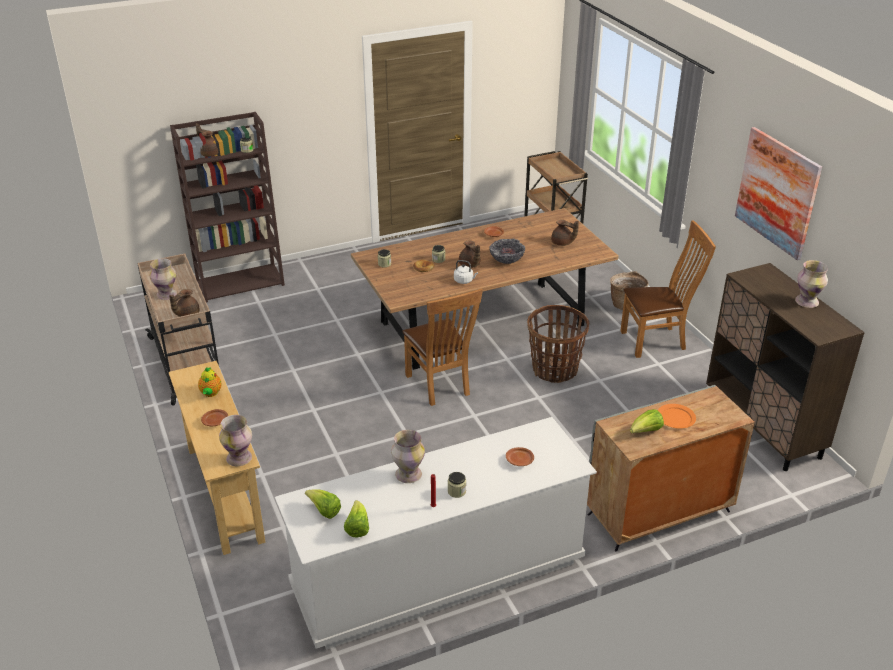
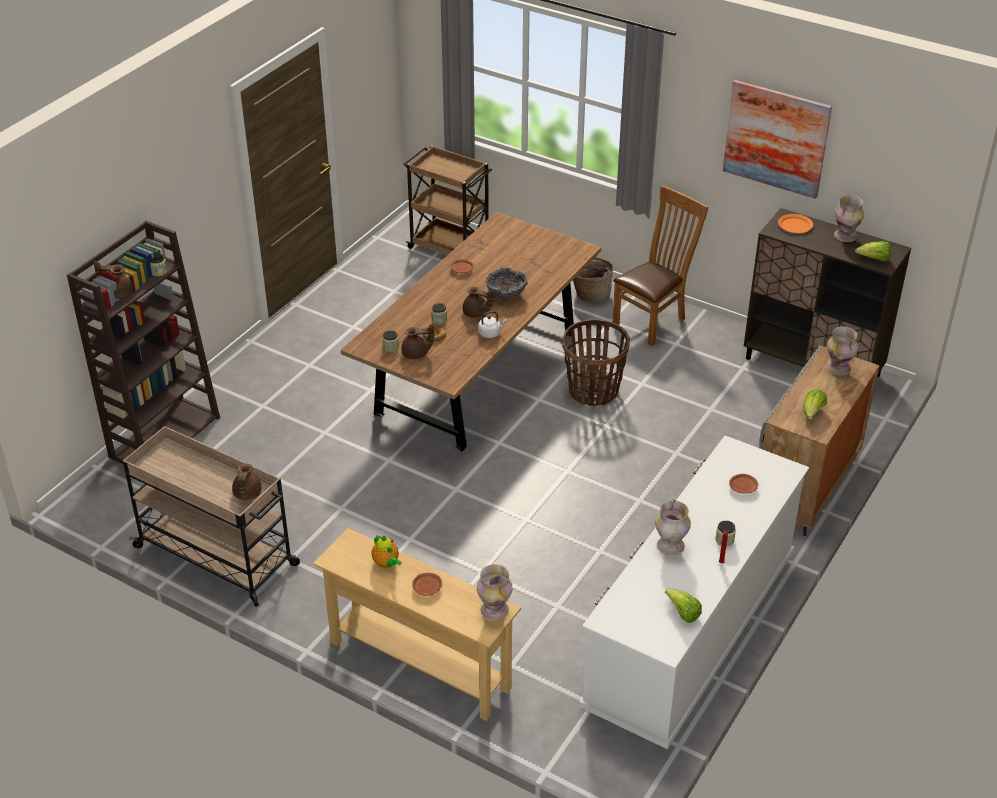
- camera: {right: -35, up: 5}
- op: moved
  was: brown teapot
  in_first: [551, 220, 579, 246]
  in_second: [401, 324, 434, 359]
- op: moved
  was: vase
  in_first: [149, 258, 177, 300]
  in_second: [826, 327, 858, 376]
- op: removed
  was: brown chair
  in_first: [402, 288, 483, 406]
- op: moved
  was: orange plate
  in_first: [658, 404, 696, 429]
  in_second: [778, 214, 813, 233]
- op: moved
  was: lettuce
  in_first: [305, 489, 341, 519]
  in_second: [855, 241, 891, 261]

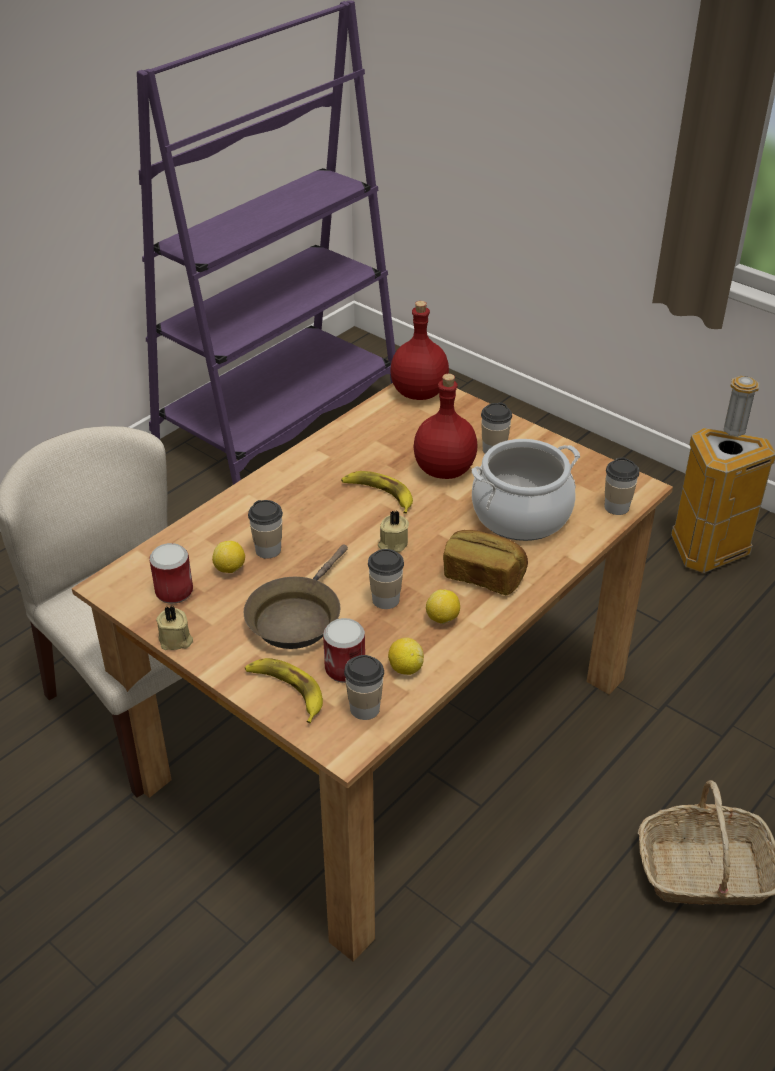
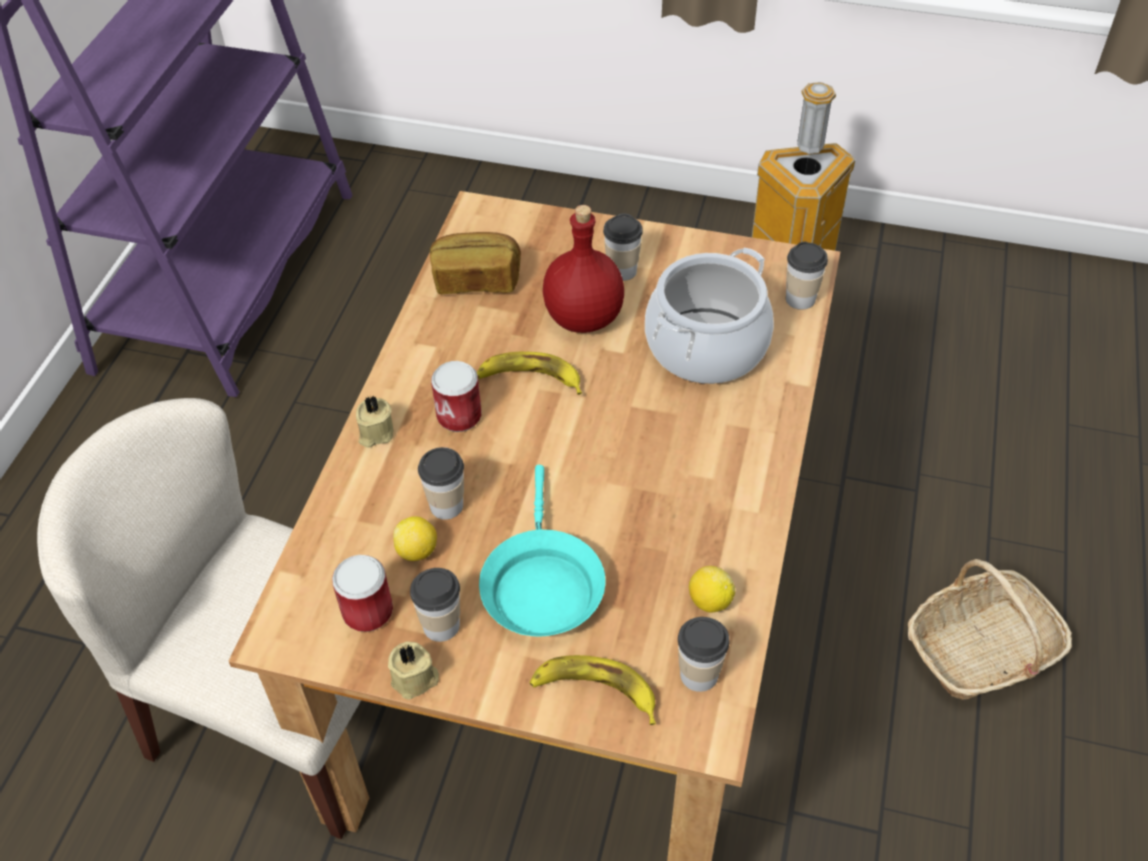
- camera: {right: -25, up: 10}
- op: removed
  was: red bottle
  in_first: [390, 301, 449, 400]
- op: moved
  was: beige candle
  in_first: [378, 511, 409, 552]
  in_second: [356, 395, 394, 448]
- op: moved
  was: bread
  in_first: [443, 530, 528, 595]
  in_second: [430, 232, 521, 294]
- op: recoloured
  was: brown frying pan
  now: turquoise frying pan
  in_first: [244, 544, 348, 649]
  in_second: [479, 465, 605, 637]
- op: moved
  was: cup
  in_first: [368, 549, 404, 609]
  in_second: [410, 568, 460, 642]
- op: removed
  was: lemon
  in_first: [426, 589, 460, 624]
- op: moved
  was: can
  in_first: [323, 618, 365, 683]
  in_second: [431, 361, 482, 432]

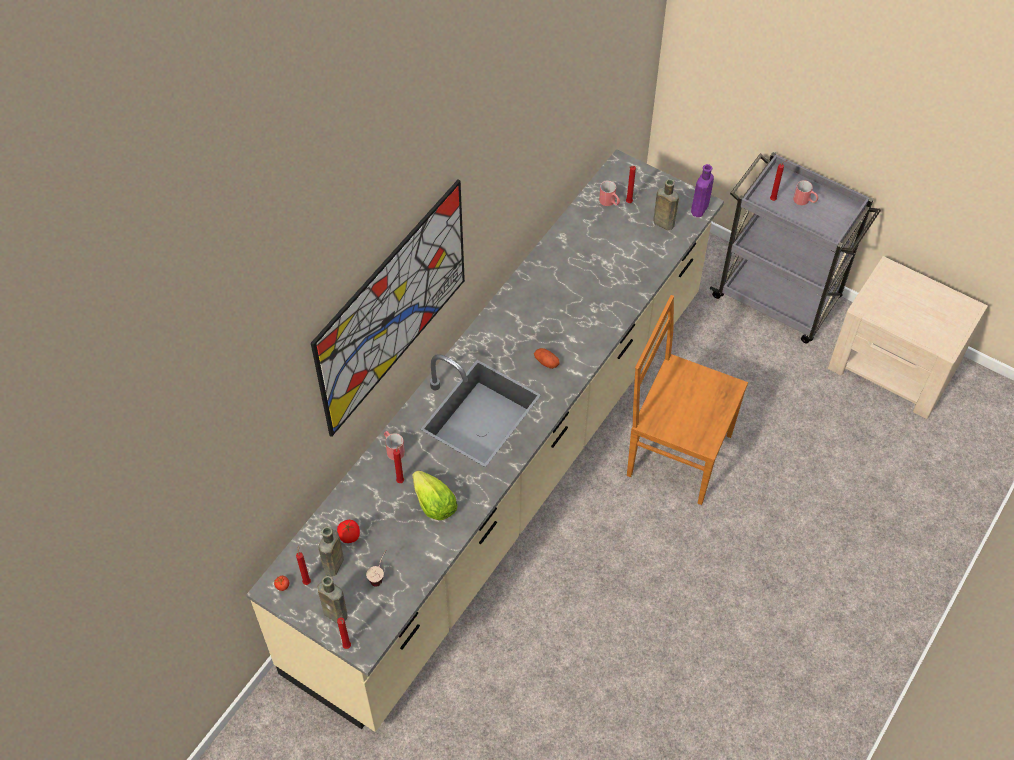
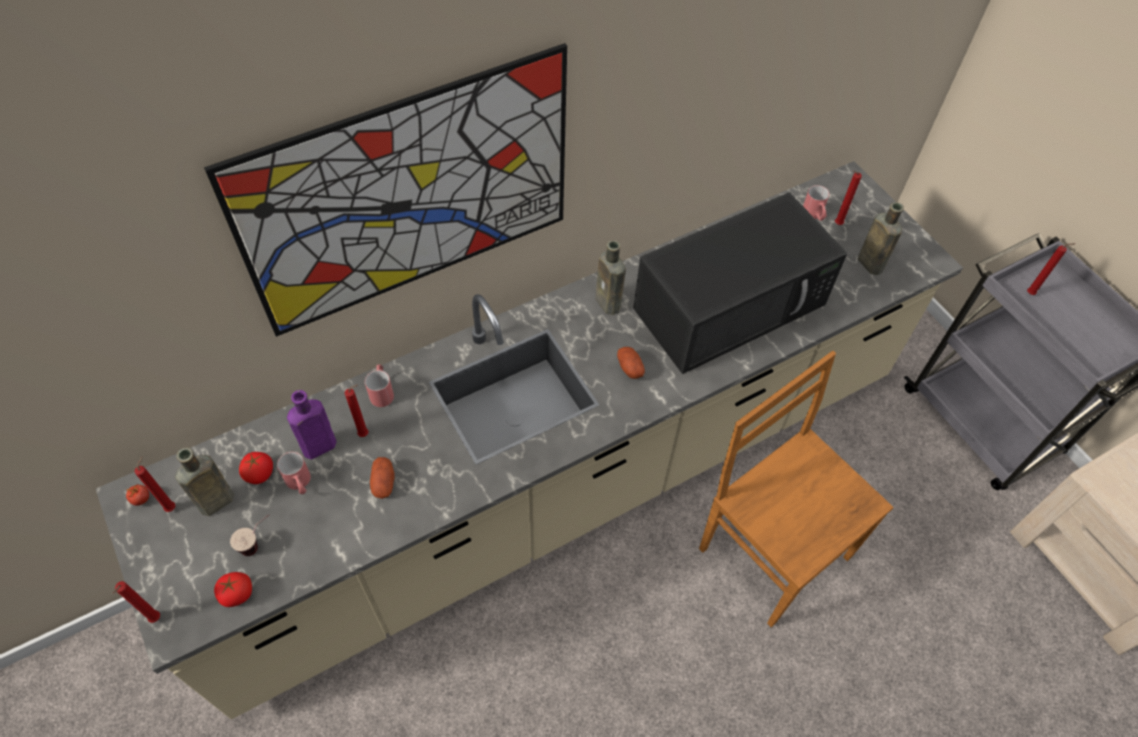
- camera: {right: 25, up: 0}
- op: moved
  was: purple bottle
  in_first: [691, 164, 714, 217]
  in_second: [287, 390, 337, 459]
- op: moved
  was: red mug
  in_first: [793, 180, 819, 205]
  in_second: [277, 452, 311, 494]
- op: replaced
  was: lettuce
  now: potato
  in_first: [413, 471, 458, 520]
  in_second: [370, 457, 395, 499]
- op: moved
  was: brown bottle
  in_first: [317, 576, 348, 623]
  in_second: [596, 240, 626, 315]
- op: added
  now: black microwave
  in_second: [633, 192, 847, 374]
- op: added
  now: tomato
  in_second: [214, 572, 252, 607]

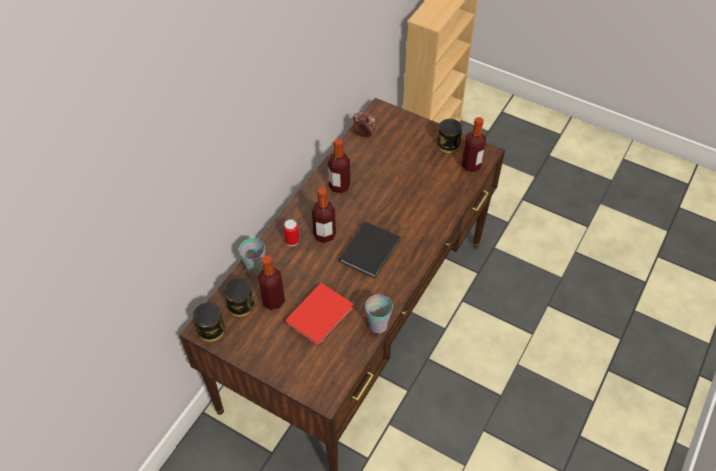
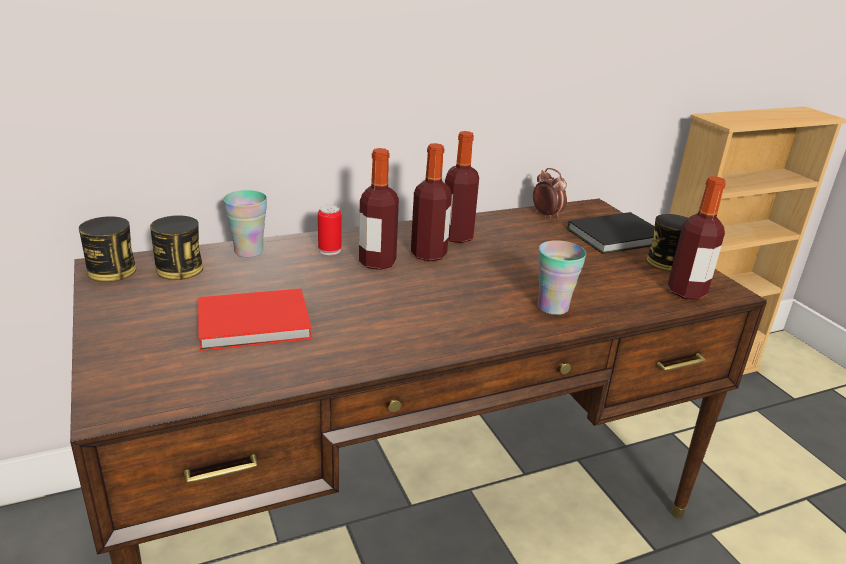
- camera: {right: 35, up: -25}
- op: moved
  was: black book
  in_first: [339, 221, 400, 279]
  in_second: [567, 212, 655, 254]
- op: moved
  was: bottle
  in_first: [258, 255, 285, 310]
  in_second: [411, 143, 452, 261]
- op: moved
  was: cup
  in_first: [365, 294, 393, 333]
  in_second: [538, 240, 586, 315]

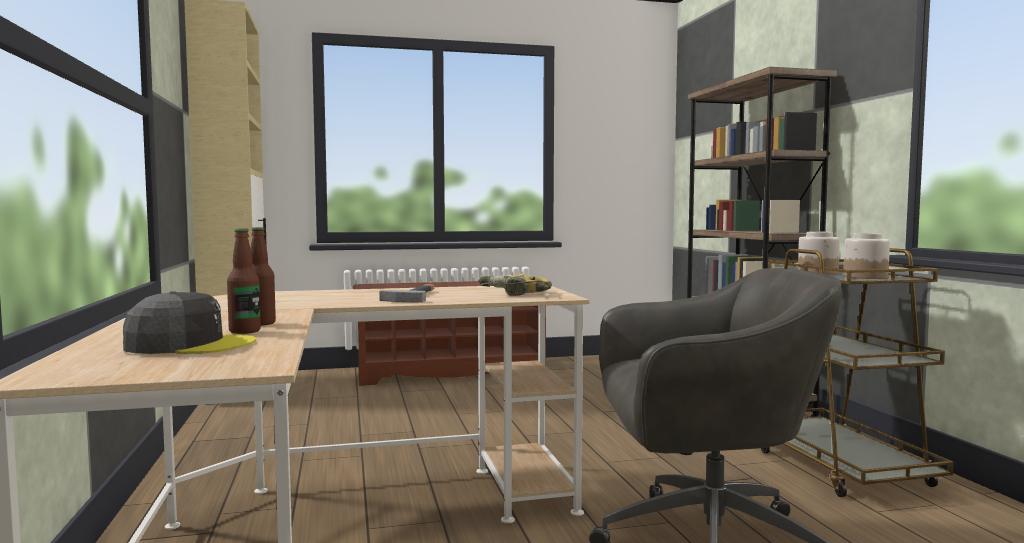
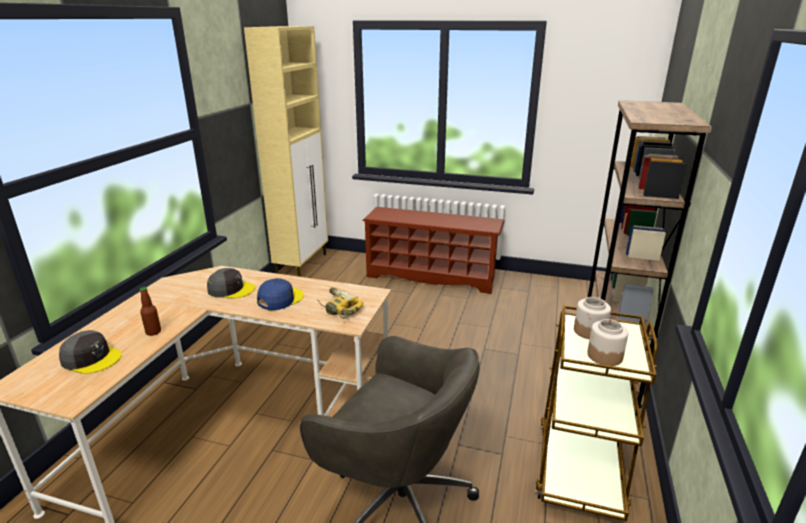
- camera: {right: 30, up: 20}
- op: removed
  was: bottle
  in_first: [227, 228, 261, 334]
- op: replaced
  was: hammer
  now: blue cap
  in_first: [379, 284, 434, 303]
  in_second: [257, 278, 304, 310]
- op: added
  now: grey cap
  in_second: [207, 268, 255, 298]

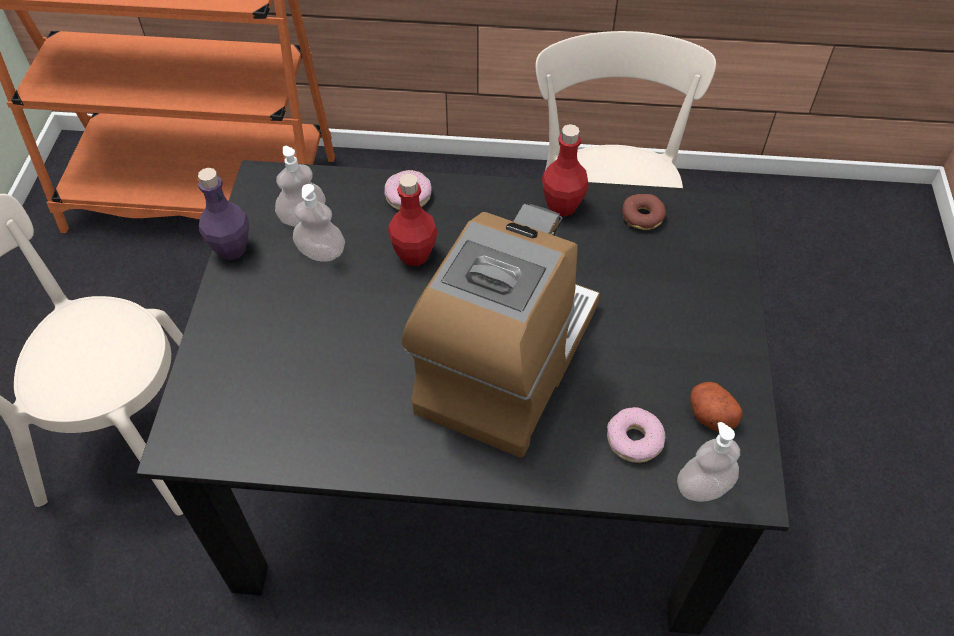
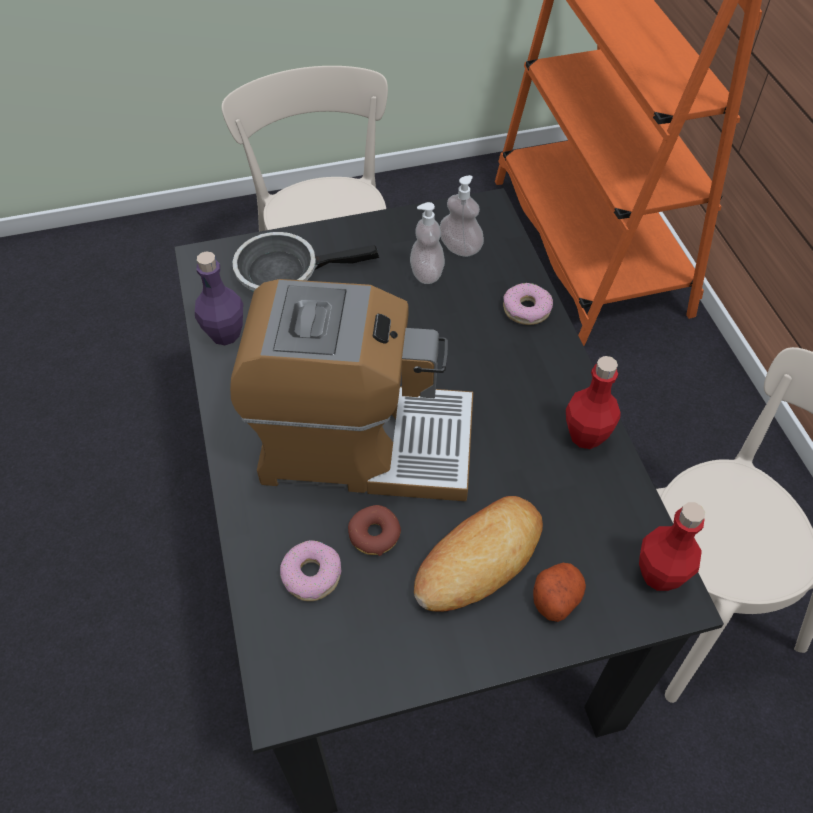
- camera: {right: 70, up: 0}
- op: moved
  was: purple bottle
  in_first: [198, 168, 249, 260]
  in_second: [195, 251, 243, 345]
- op: moved
  was: red bottle
  in_first: [388, 174, 437, 266]
  in_second: [639, 502, 705, 591]
- op: moved
  was: donut
  in_first: [622, 194, 666, 230]
  in_second: [348, 505, 401, 556]
- op: moved
  was: potato
  in_first: [690, 382, 743, 432]
  in_second: [533, 563, 586, 622]
- op: removed
  was: soap dispenser
  in_first: [677, 422, 740, 502]
- op: added
  now: frying pan
  in_second: [233, 232, 379, 292]
- op: added
  now: bread
  in_second: [414, 496, 543, 612]

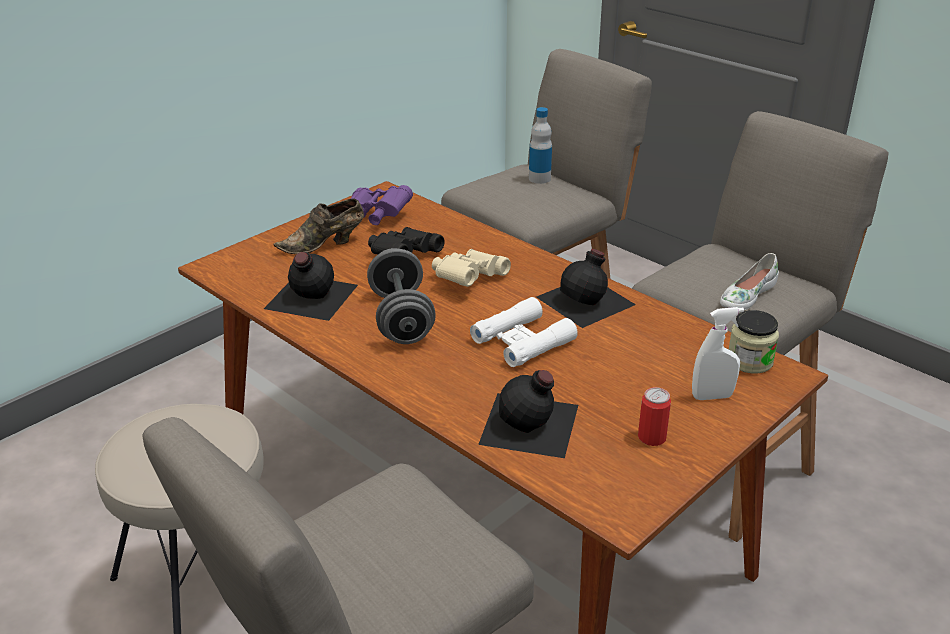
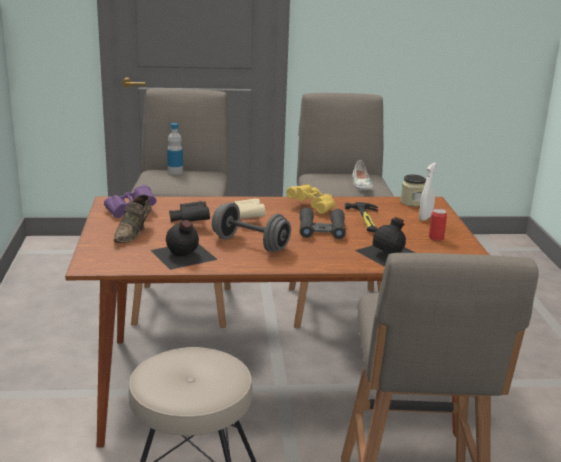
- camera: {right: -50, up: -10}
- op: replaced
  was: black bottle
  now: yellow binoculars
  in_first: [536, 249, 636, 328]
  in_second: [286, 184, 335, 214]
- op: recoloured
  was: white binoculars
  now: black binoculars
  in_first: [470, 297, 578, 367]
  in_second: [300, 207, 346, 239]
- op: added
  now: hammer
  in_second: [345, 202, 378, 232]

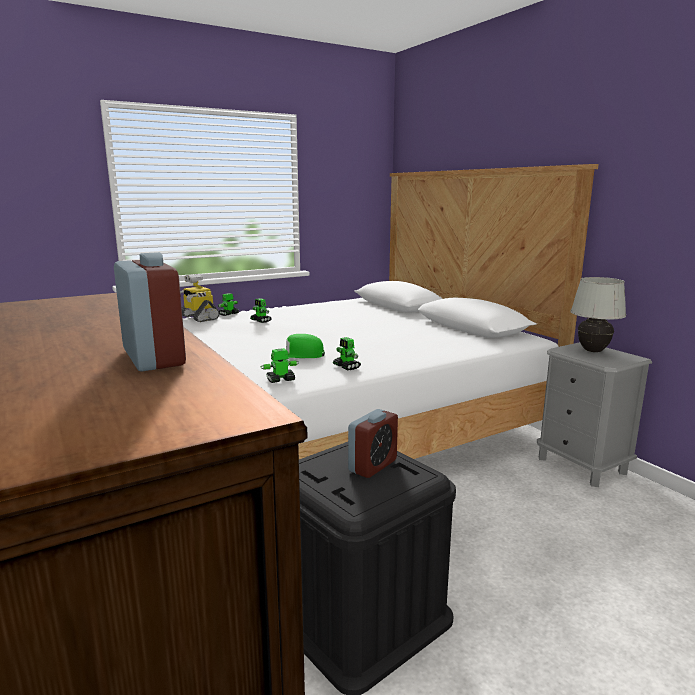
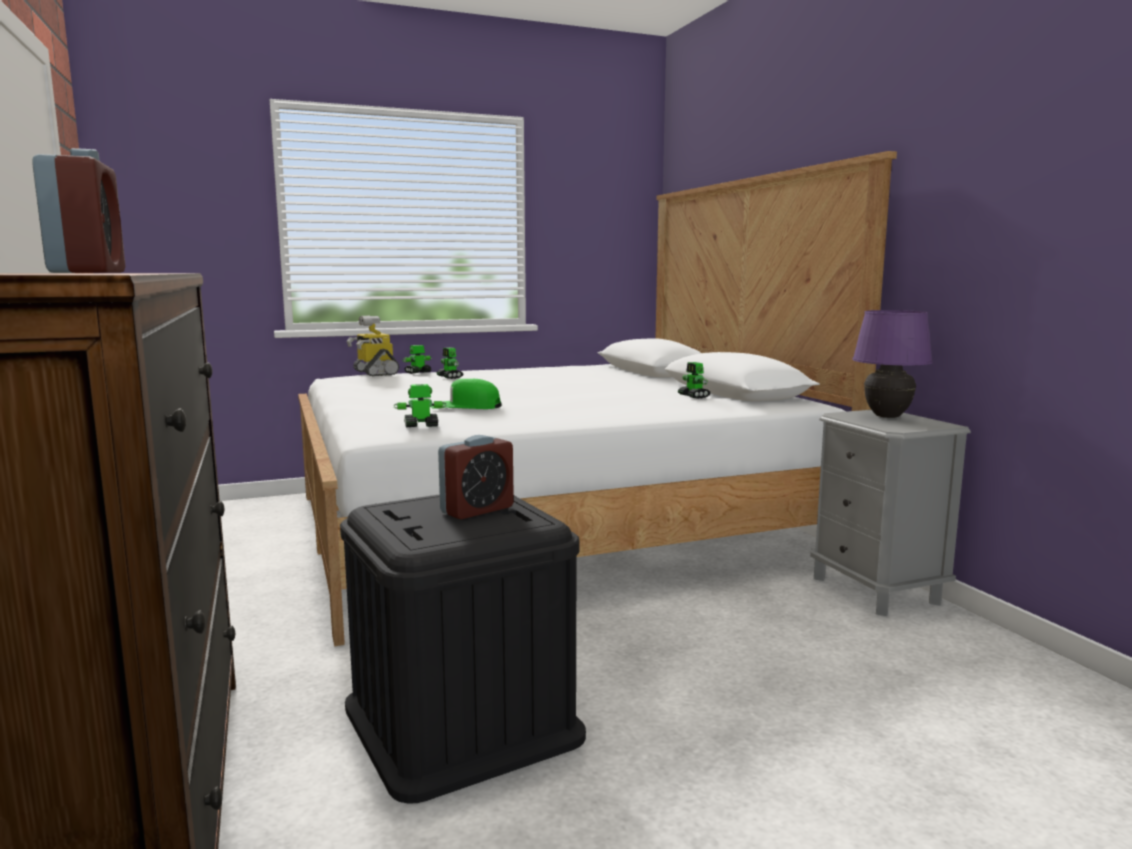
- camera: {right: 10, up: -5}
- op: recoloured
  was: white table lamp
  now: purple table lamp
  in_first: [570, 277, 626, 352]
  in_second: [852, 310, 933, 418]
- op: moved
  was: toy robot
  in_first: [333, 337, 361, 370]
  in_second: [678, 362, 710, 399]

